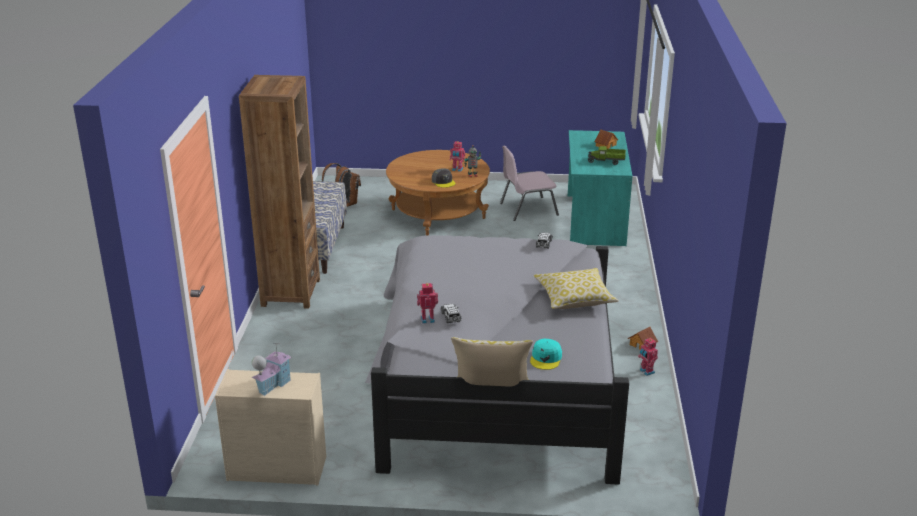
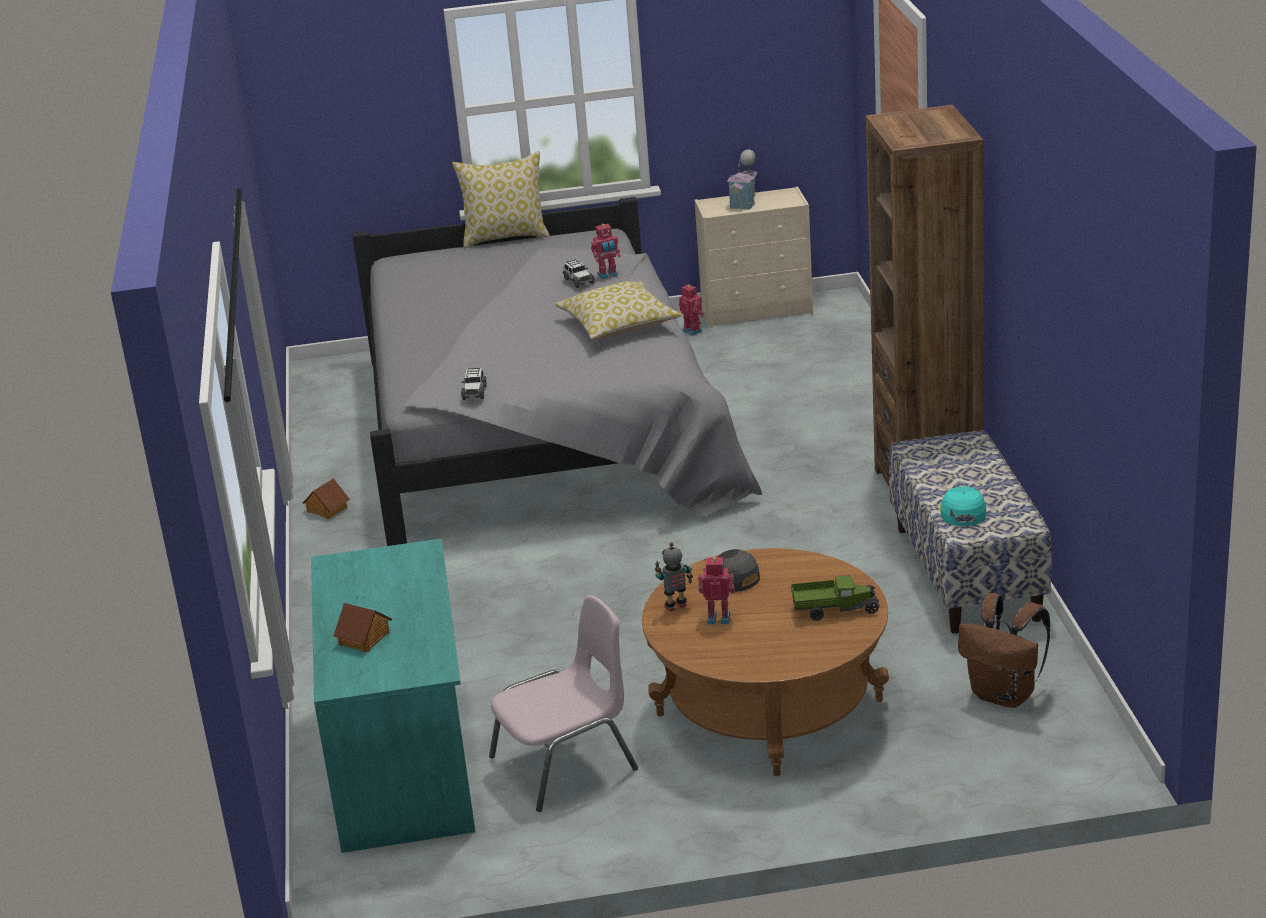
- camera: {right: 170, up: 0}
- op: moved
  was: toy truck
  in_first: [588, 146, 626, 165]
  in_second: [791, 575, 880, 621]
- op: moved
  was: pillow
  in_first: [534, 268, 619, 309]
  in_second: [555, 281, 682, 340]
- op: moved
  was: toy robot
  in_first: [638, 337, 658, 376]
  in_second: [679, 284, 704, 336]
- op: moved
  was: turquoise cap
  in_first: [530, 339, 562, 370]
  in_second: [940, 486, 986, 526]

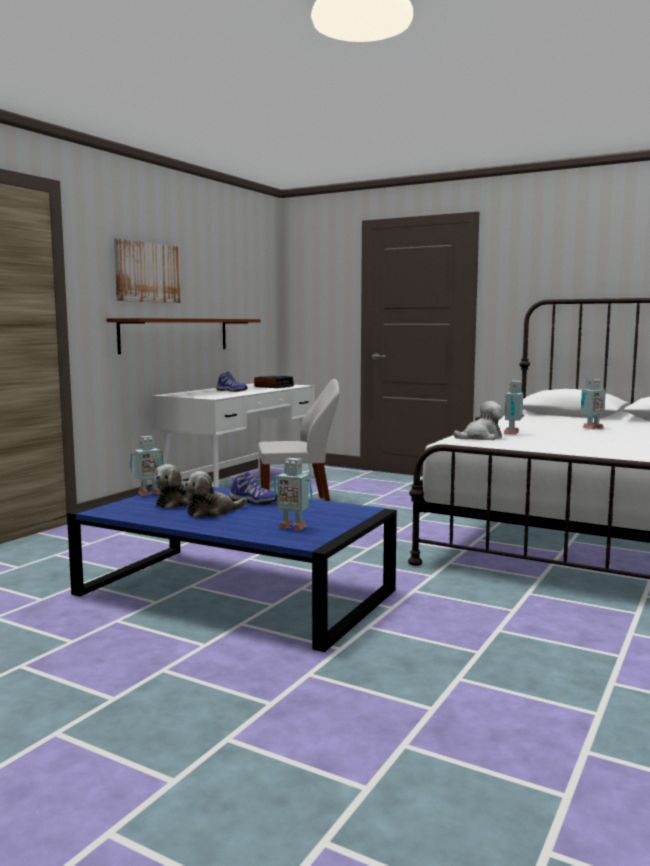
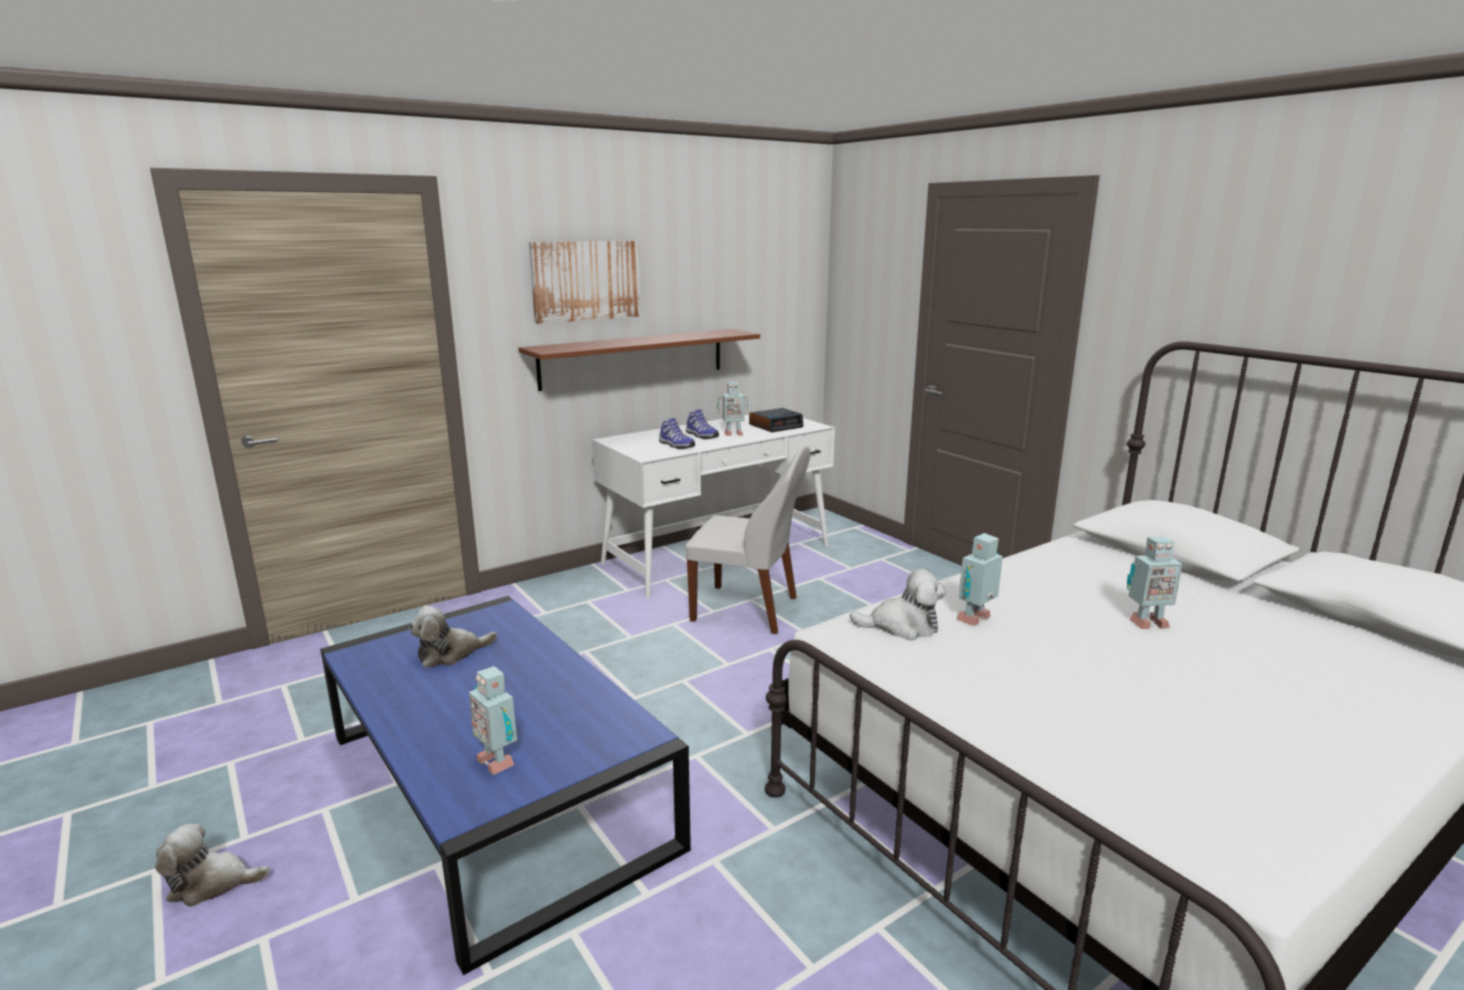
- camera: {right: 25, up: 10}
- op: moved
  was: toy robot
  in_first: [130, 436, 163, 496]
  in_second: [718, 382, 748, 436]
- op: moved
  was: plush toy
  in_first: [184, 471, 247, 518]
  in_second: [155, 824, 270, 907]
- op: moved
  was: shoe
  in_first: [229, 472, 277, 505]
  in_second: [659, 418, 695, 449]

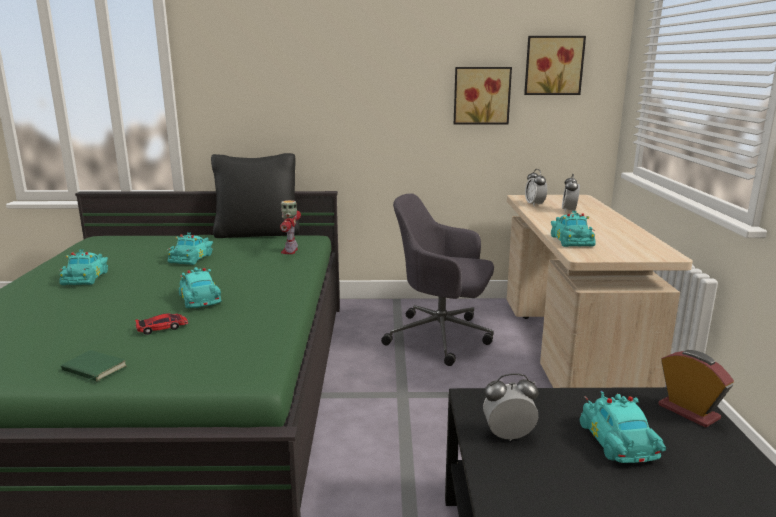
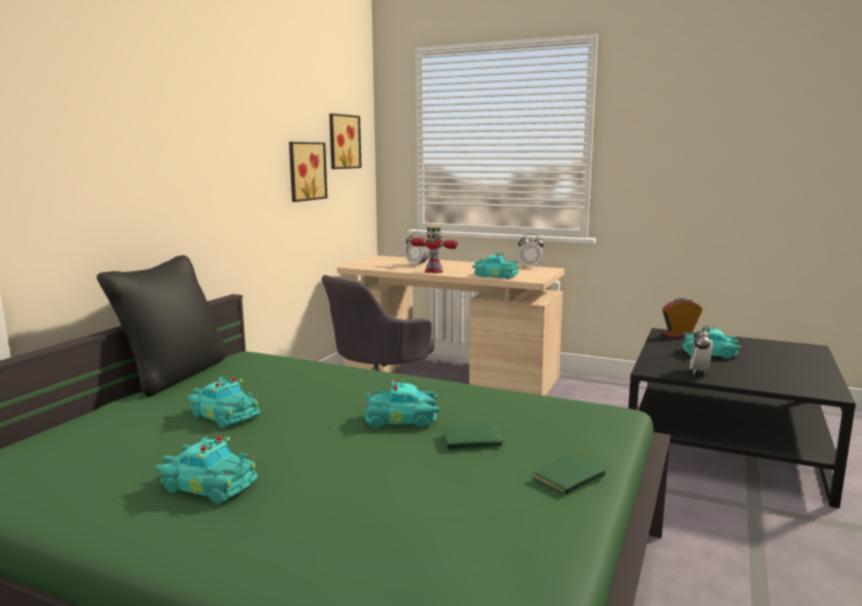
- camera: {right: -65, up: -5}
- op: moved
  was: alarm clock
  in_first: [525, 169, 547, 206]
  in_second: [518, 234, 544, 268]
- op: moved
  was: toy robot
  in_first: [280, 200, 301, 254]
  in_second: [411, 225, 458, 274]
- op: replaced
  was: toy car
  now: green book
  in_first: [135, 313, 189, 335]
  in_second: [442, 425, 505, 449]

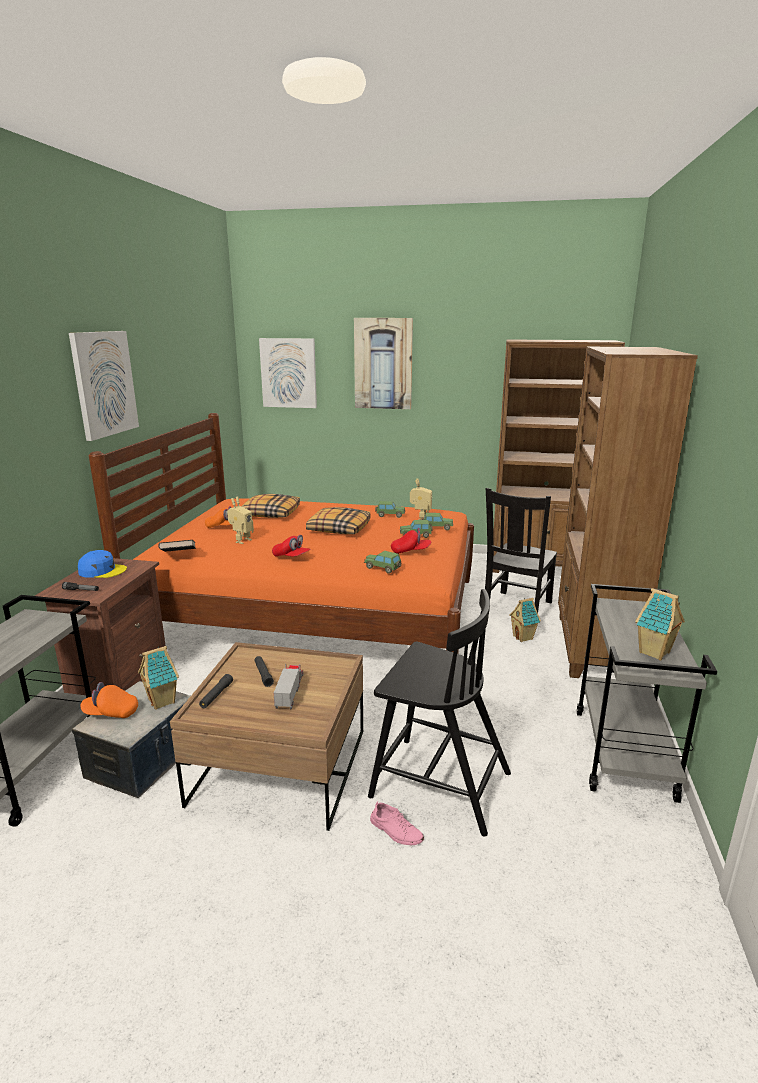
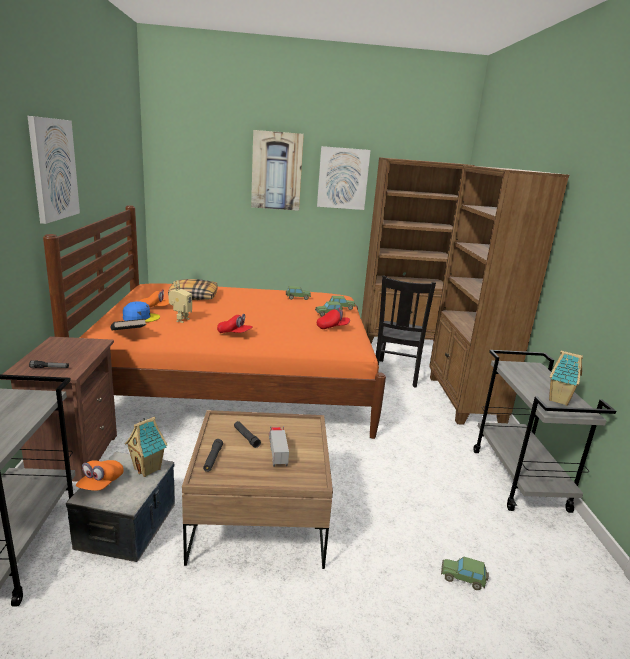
- camera: {right: -15, up: 0}
- op: moved
  was: picture
  in_first: [259, 338, 317, 408]
  in_second: [317, 146, 371, 210]
- op: removed
  was: toy robot
  in_first: [410, 479, 432, 520]
- op: removed
  was: pillow
  in_first: [306, 507, 371, 534]
- op: moved
  was: blue cap
  in_first: [78, 550, 127, 578]
  in_second: [123, 301, 160, 322]
- op: moved
  was: toy car
  in_first: [364, 551, 401, 574]
  in_second: [441, 557, 489, 590]
- op: removed
  was: black chair
  in_first: [368, 589, 511, 836]
- op: removed
  was: toy house
  in_first: [509, 598, 541, 642]
- op: turned
  was: orange cap
  in_first: [80, 682, 138, 718]
  in_second: [76, 460, 124, 491]
  clockwise: -60
- op: removed
  was: pink shoe
  in_first: [370, 802, 424, 845]

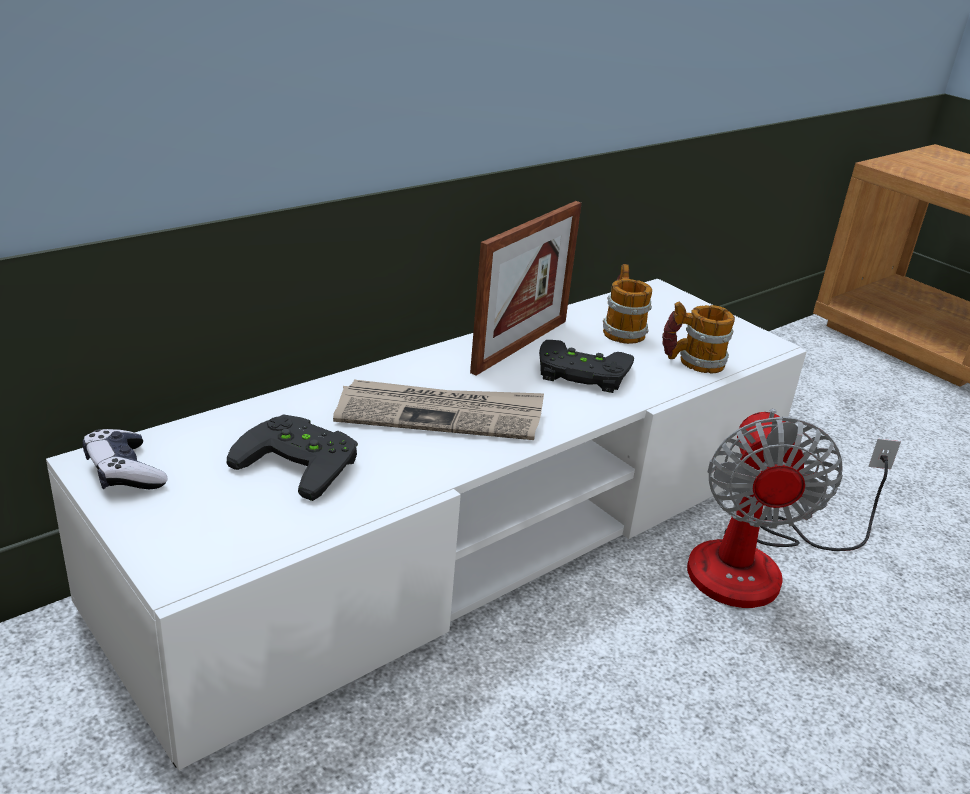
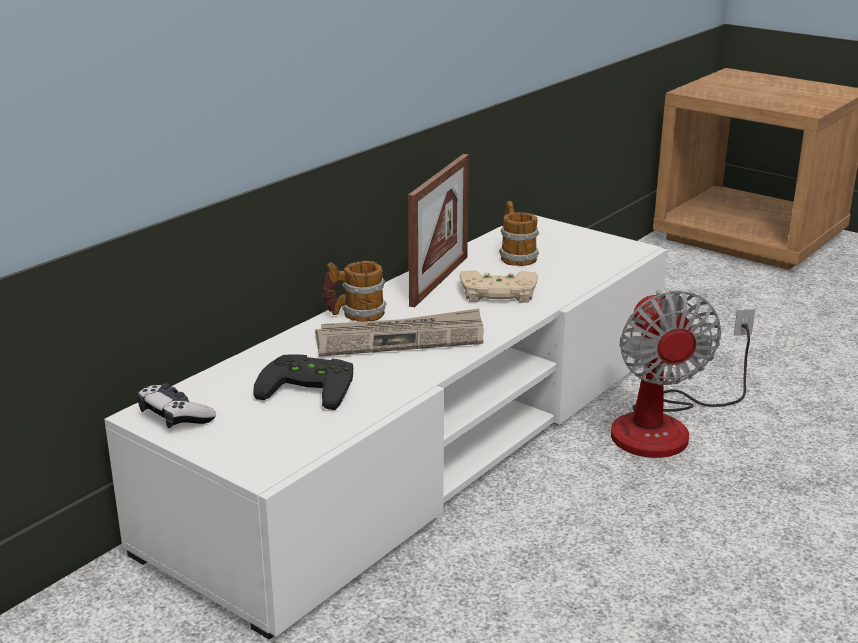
- camera: {right: -10, up: -5}
- op: moved
  was: mug
  in_first: [662, 302, 735, 373]
  in_second: [322, 261, 386, 322]
- op: recoloured
  was: black game controller
  now: beige game controller
  in_first: [539, 340, 634, 393]
  in_second: [459, 270, 538, 303]

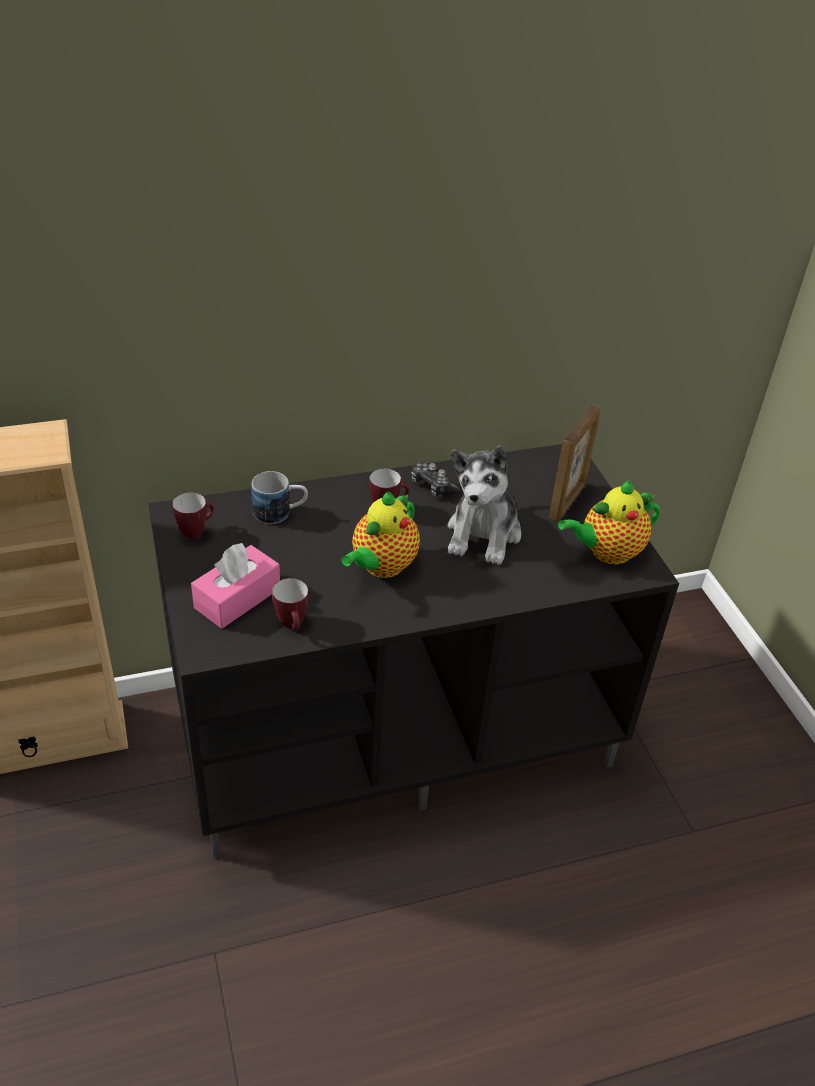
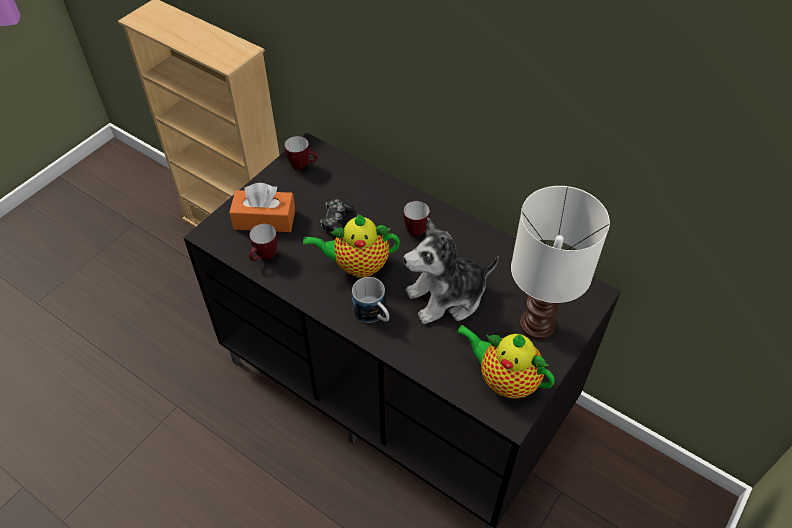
- camera: {right: 55, up: 10}
- op: replaced
  was: picture frame
  now: white table lamp
  in_first: [548, 405, 600, 521]
  in_second: [511, 186, 610, 340]
- op: moved
  was: game controller
  in_first: [411, 462, 461, 497]
  in_second: [320, 199, 354, 232]
- op: moved
  was: mug
  in_first: [251, 471, 308, 524]
  in_second: [352, 277, 389, 323]
- op: recoloured
  was: pink tissue box
  now: orange tissue box
  in_first: [191, 543, 280, 628]
  in_second: [229, 183, 295, 232]

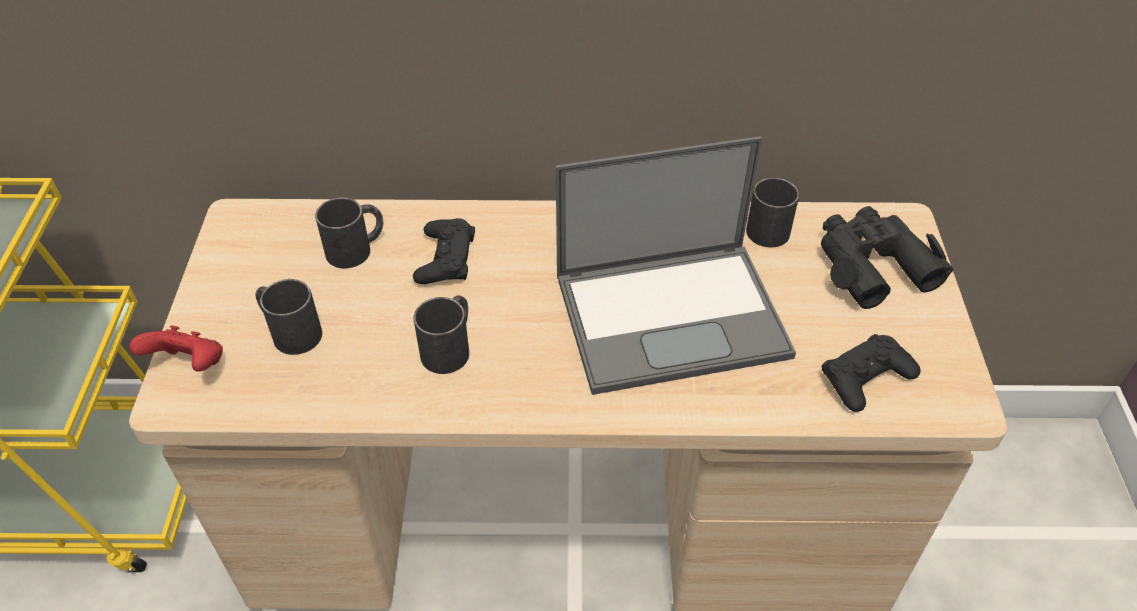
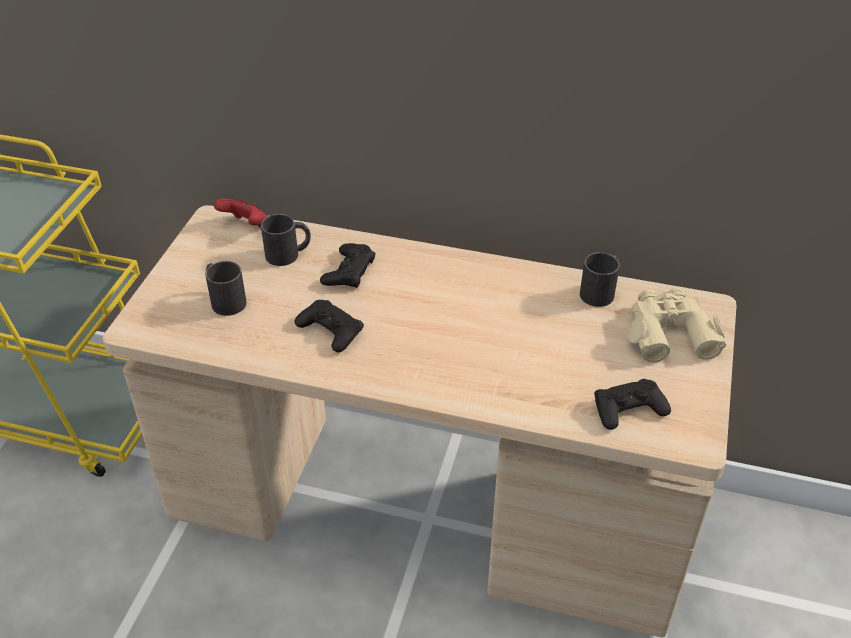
- camera: {right: 15, up: -5}
- op: removed
  was: laptop
  in_first: [556, 136, 796, 395]
- op: recoloured
  was: black binoculars
  now: beige binoculars
  in_first: [821, 206, 954, 309]
  in_second: [627, 288, 726, 363]
- op: replaced
  was: black mug
  now: black game controller
  in_first: [413, 295, 469, 374]
  in_second: [295, 300, 364, 353]
- op: moved
  was: red game controller
  in_first: [129, 325, 223, 371]
  in_second: [214, 199, 268, 228]

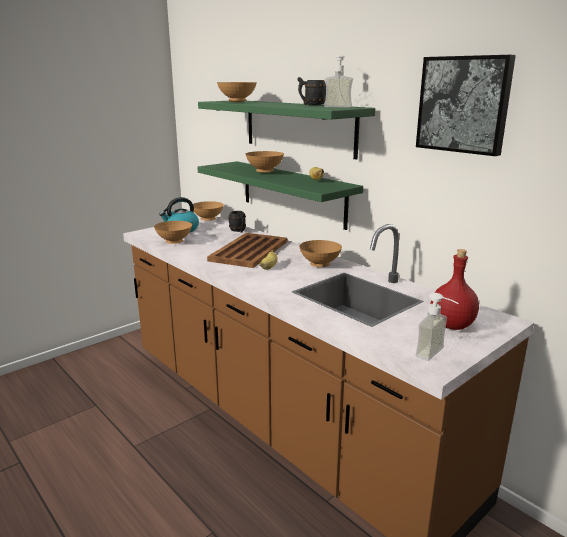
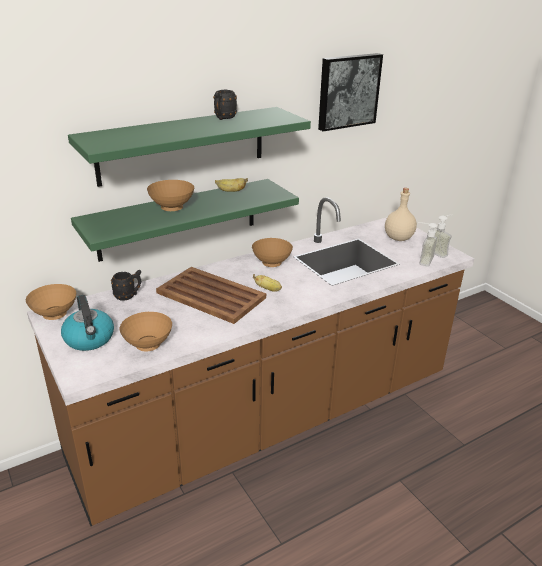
- camera: {right: -80, up: 10}
- op: moved
  was: soap dispenser
  in_first: [324, 54, 353, 108]
  in_second: [418, 222, 438, 267]
- op: removed
  was: brown bowl
  in_first: [217, 82, 257, 102]
- op: recoloured
  was: red bottle
  now: beige bottle
  in_first: [431, 249, 479, 330]
  in_second: [385, 188, 417, 241]

